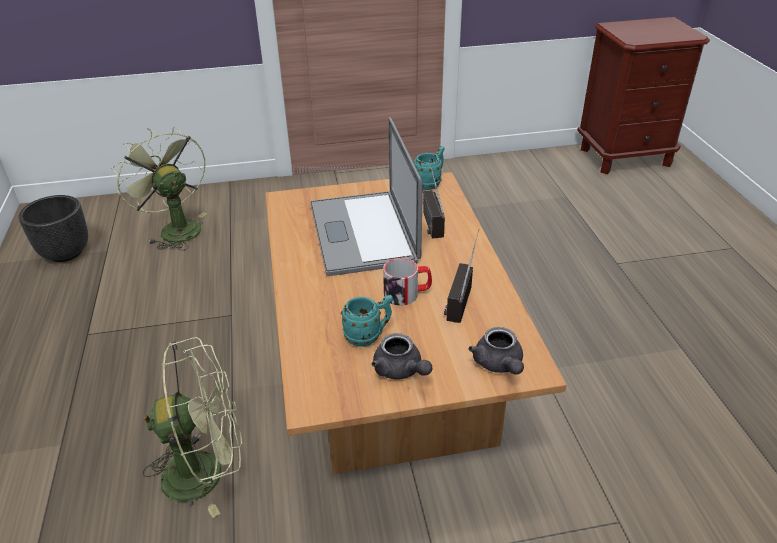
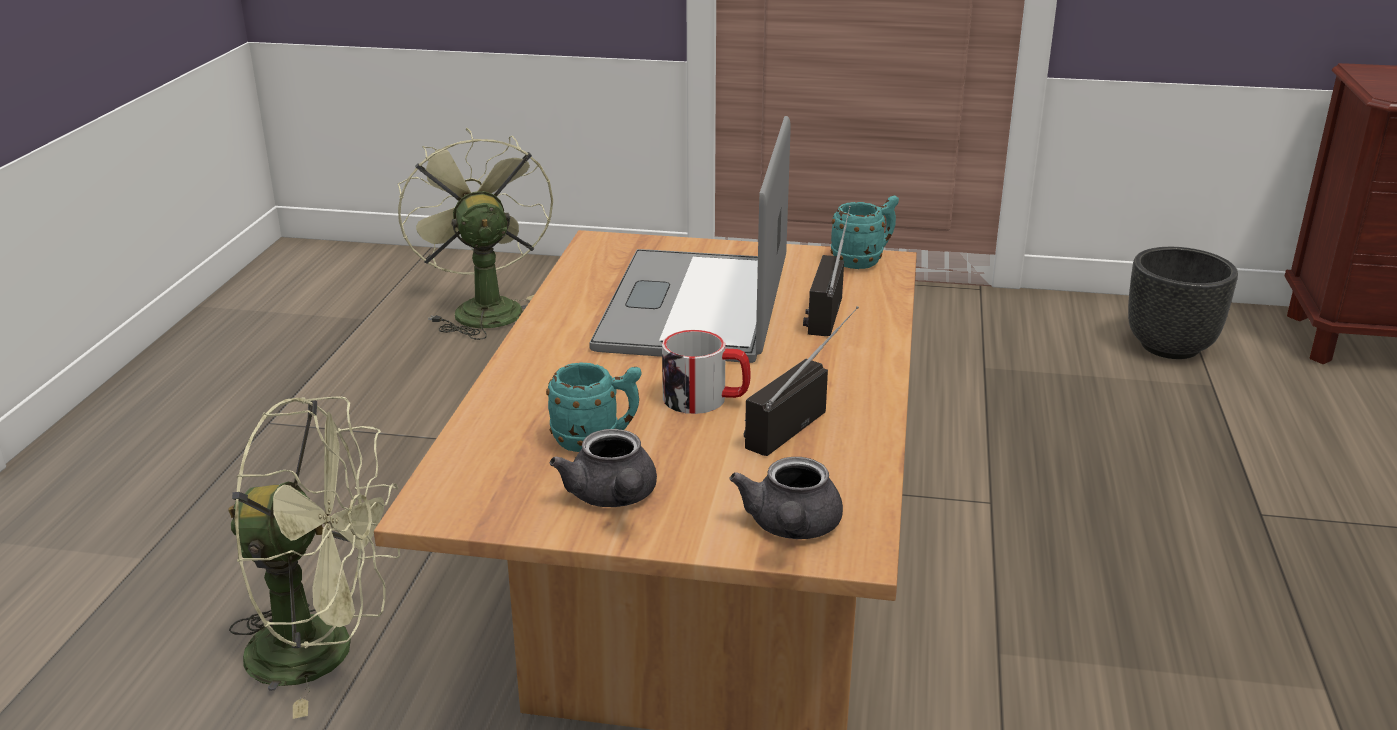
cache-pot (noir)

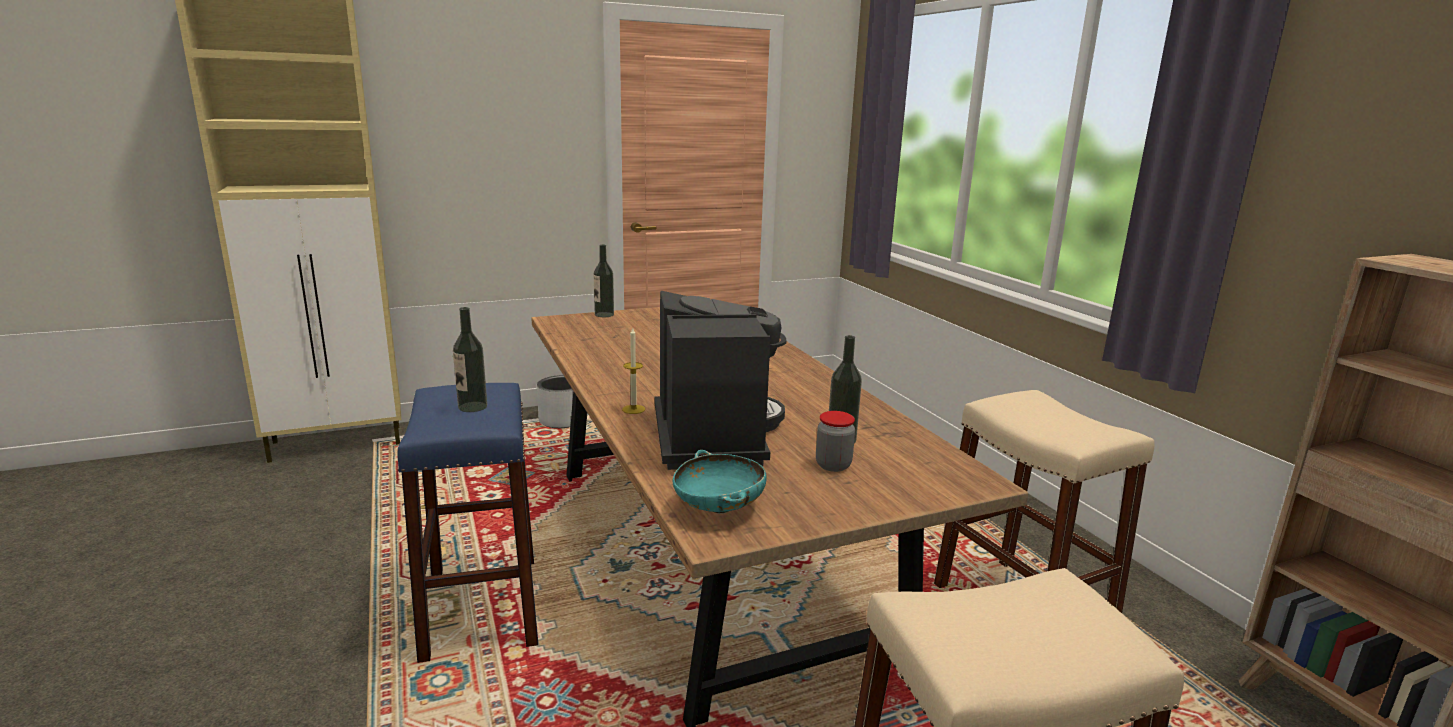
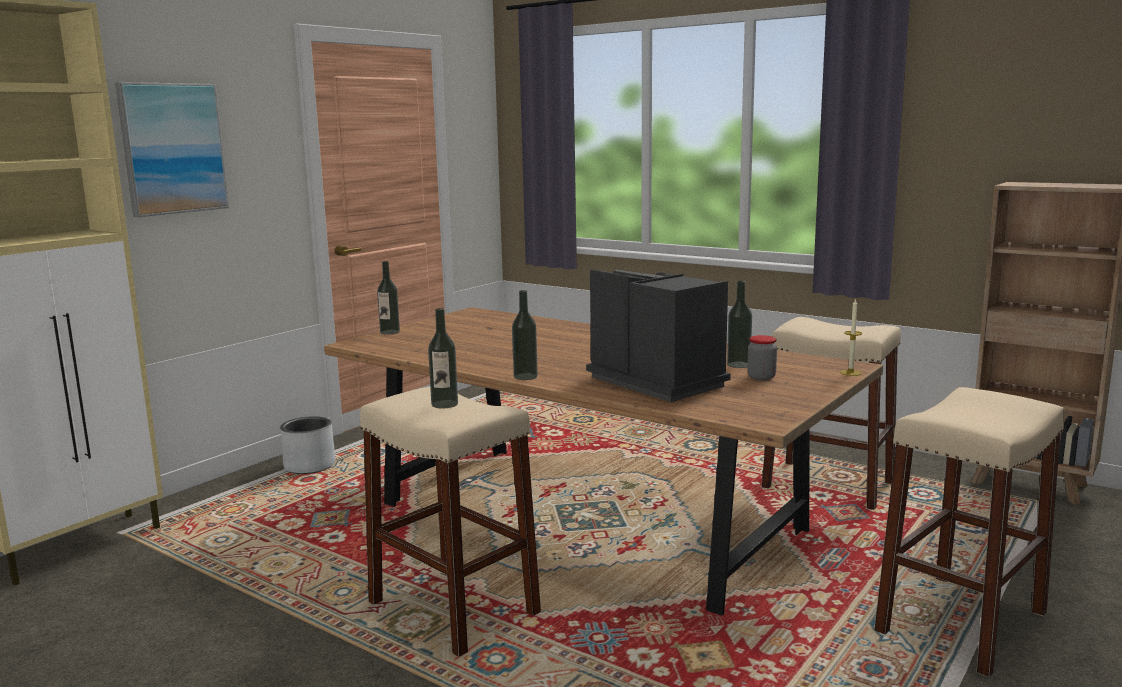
bougie
tabouret (beige) (1st from left)
bol (turquoise)
tableau
bouteille (3rd from left)

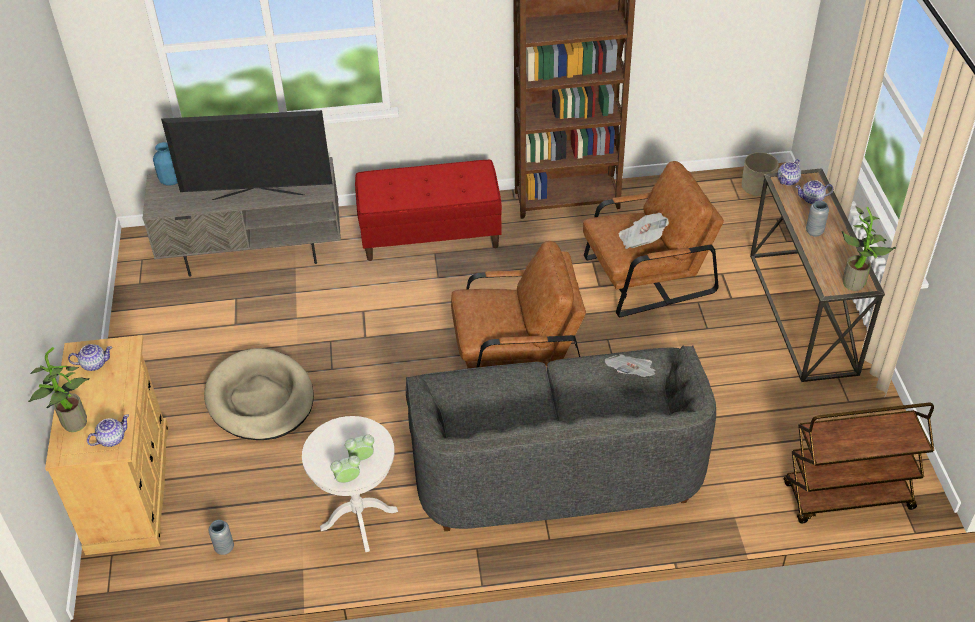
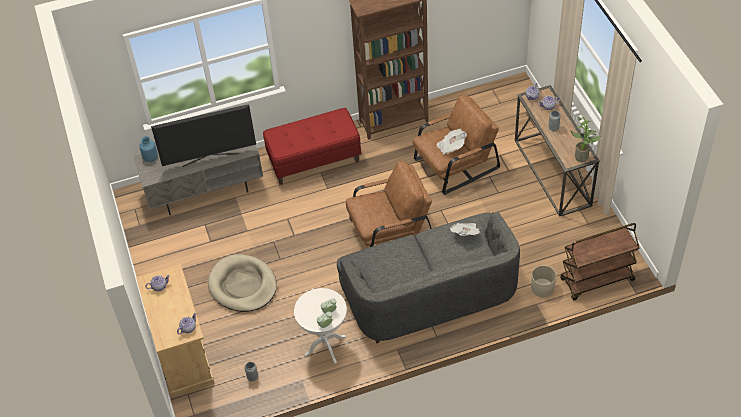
cache-pot (beige)
plante en pot (1st from left in the first image)

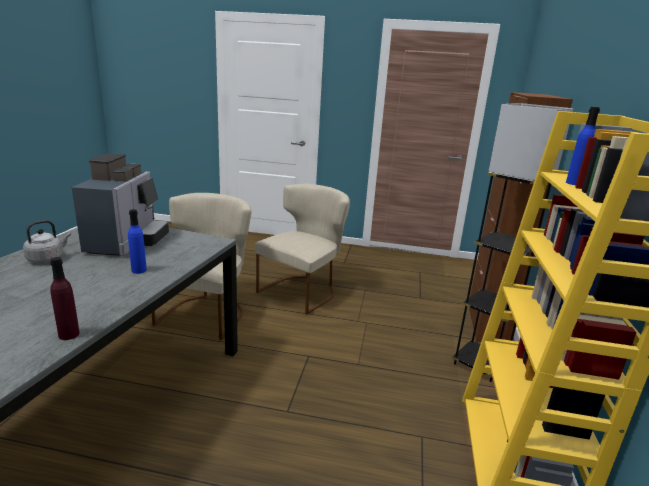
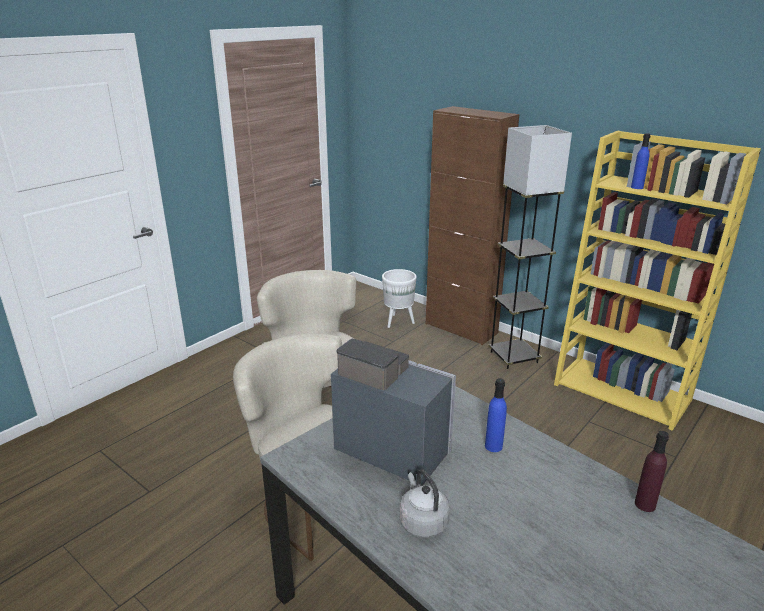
cache-pot (blanc)

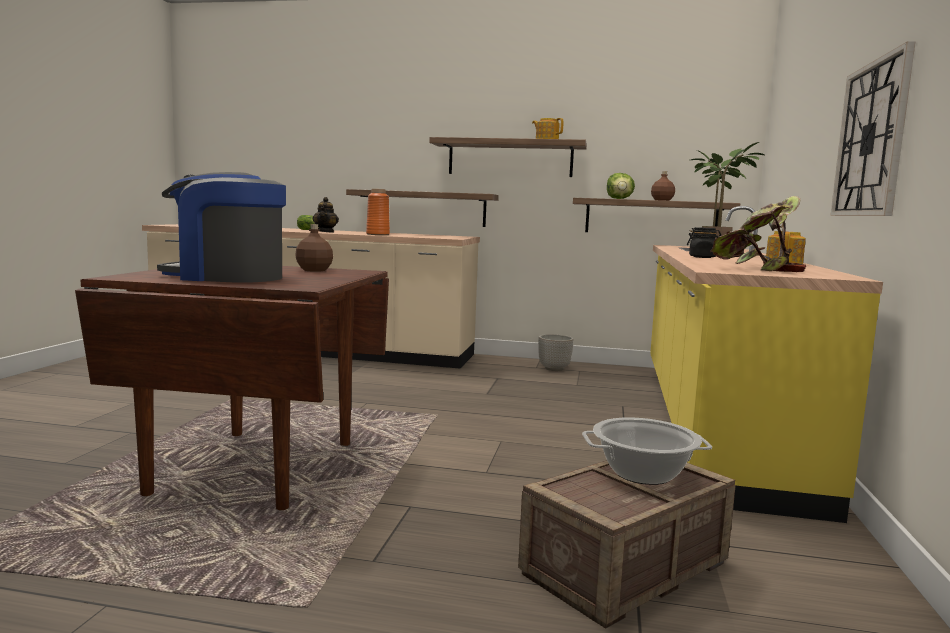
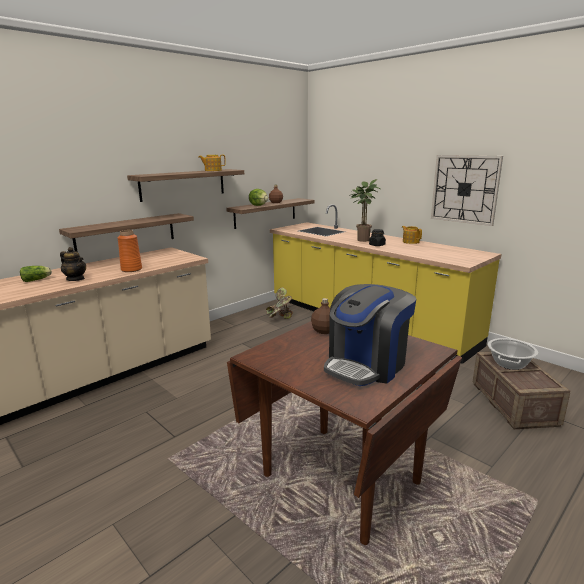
plante en pot (1st from left)
cache-pot

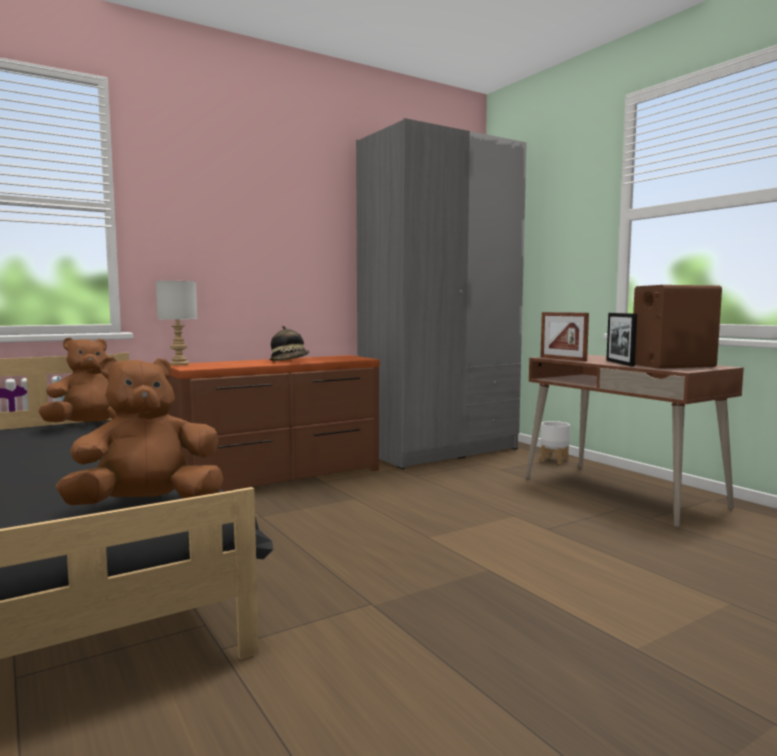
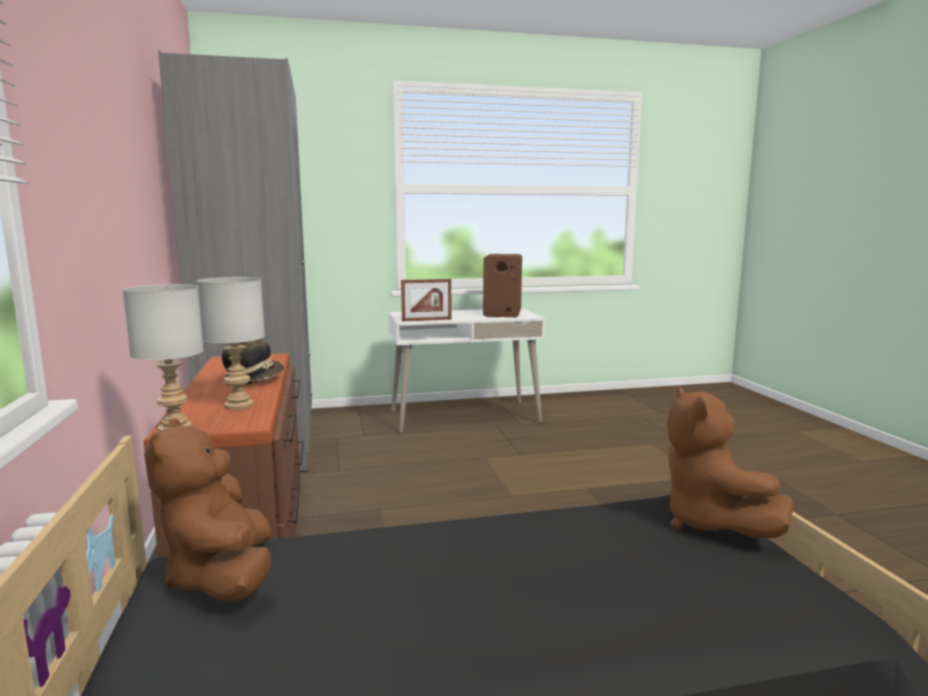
cadre photo (2nd from left in the first image)
bureau (blanc)
cache-pot (blanc)
lampe de table (gris) (2nd from left)

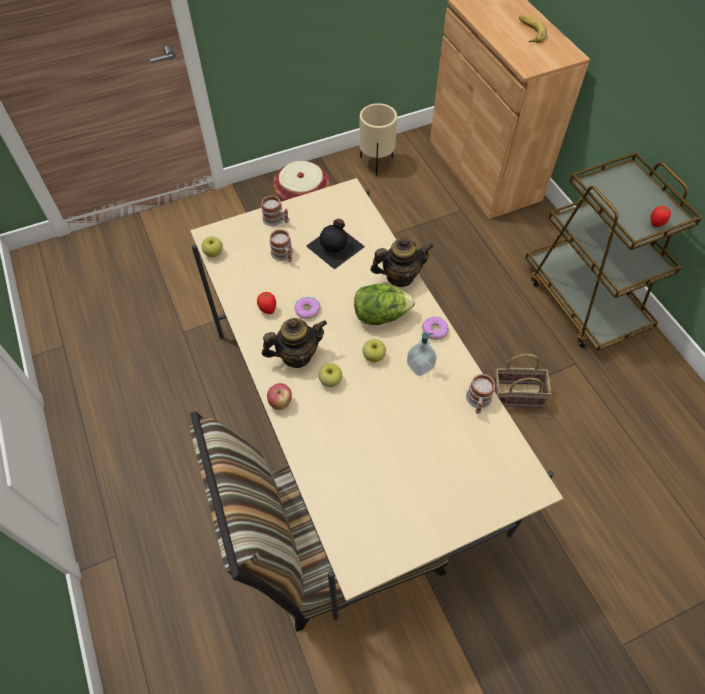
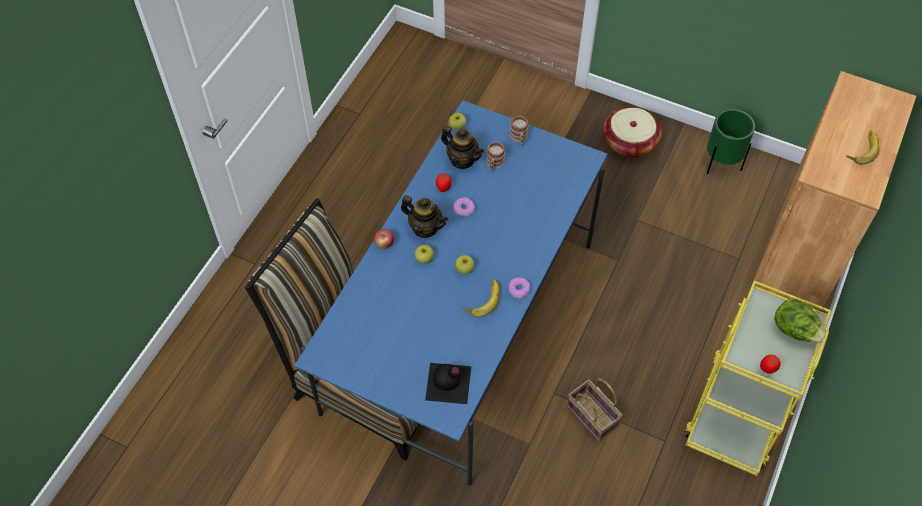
cache-pot (vert)
chariot (jaune)
table à manger (bleu)
bouteille (noir)
théière (2nd from left)
laitue
banane (1st from left)
mug (3rd from left in the first image)

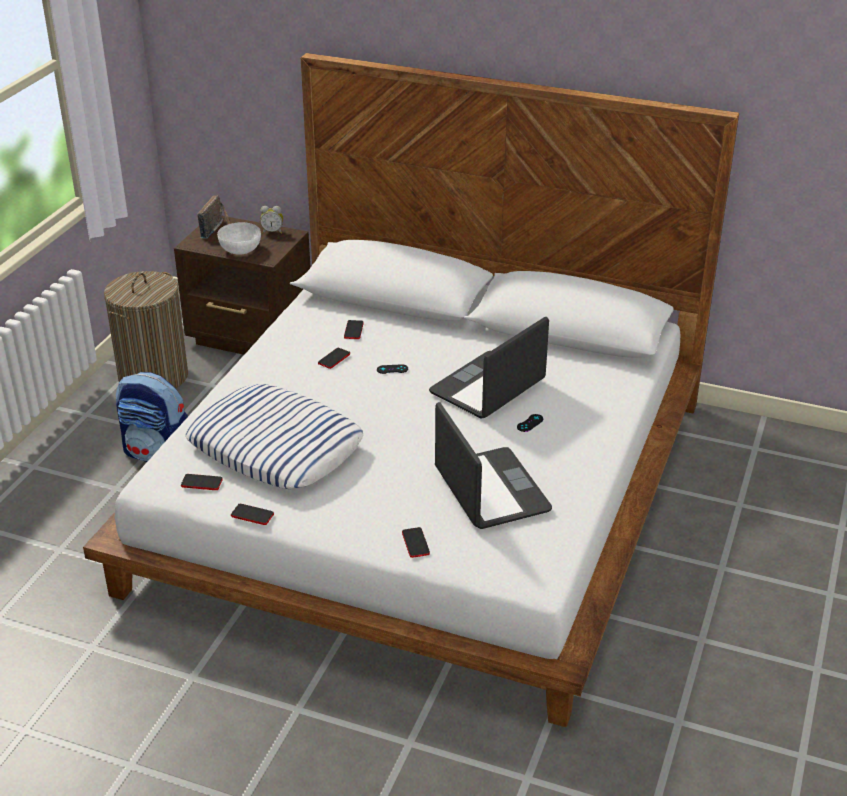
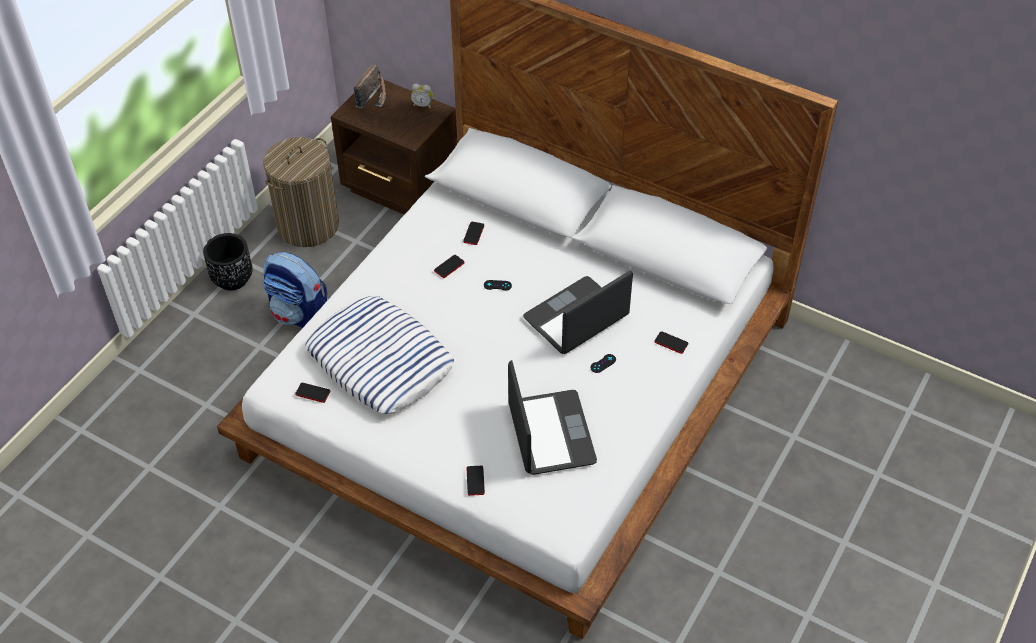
bol (blanc)
téléphone (5th from left)
cache-pot (noir)

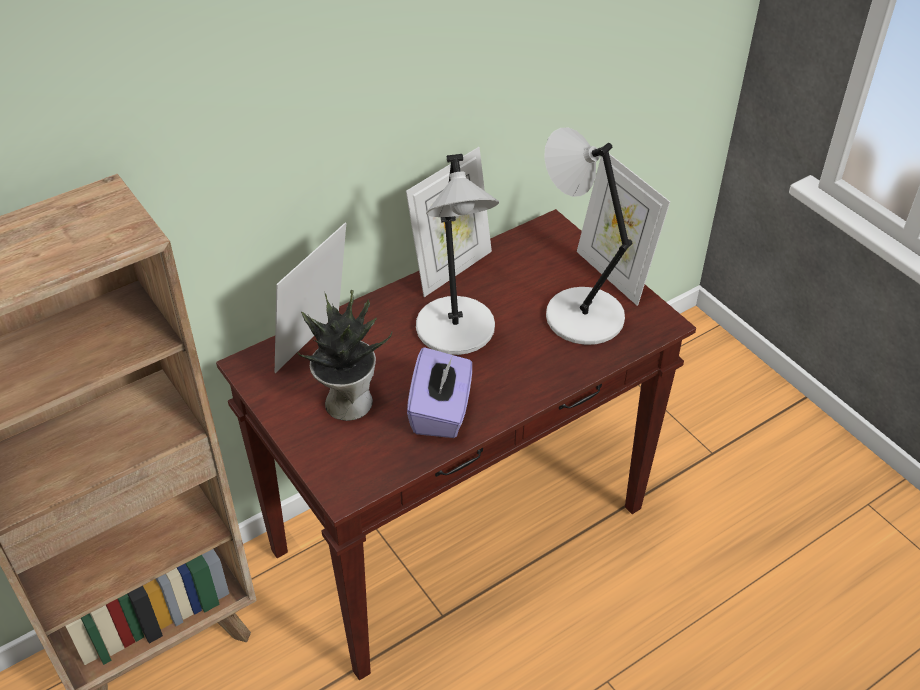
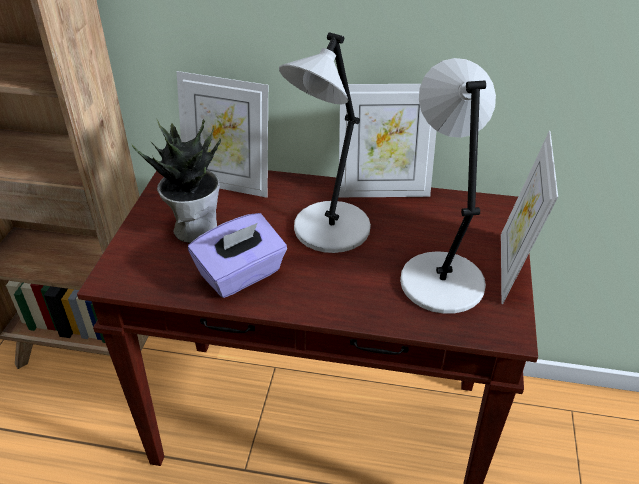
cadre photo (1st from left)

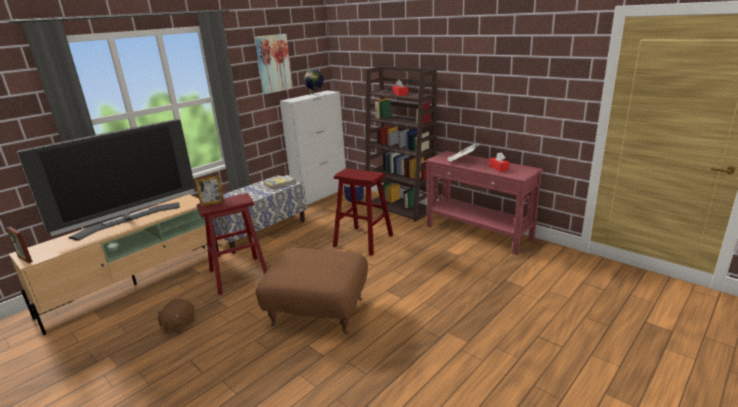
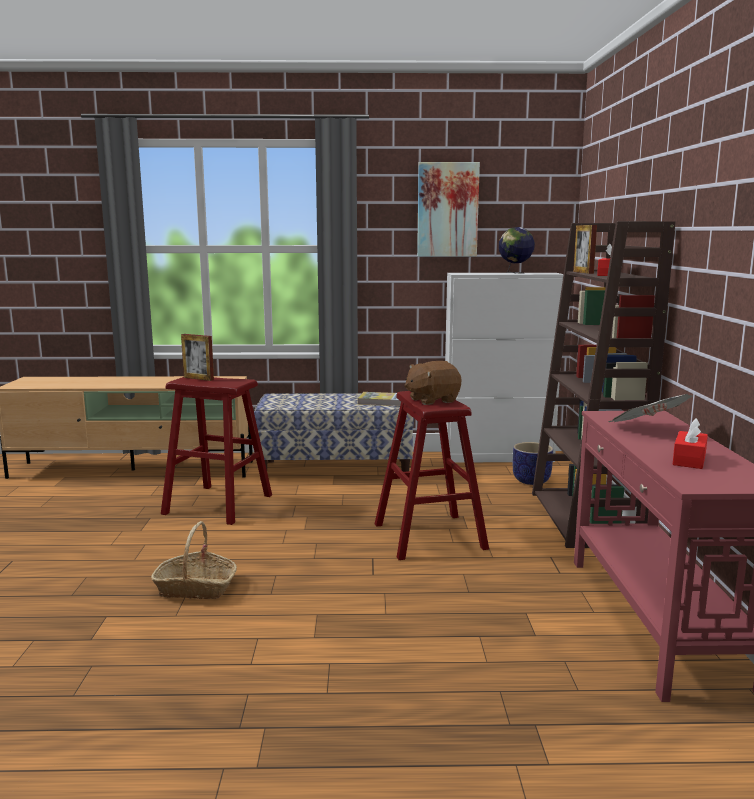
téléviseur
cadre photo (2nd from left)
panier
peluche (marron)

